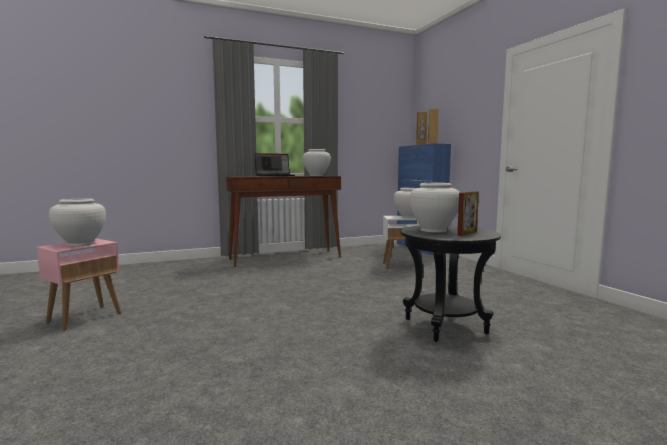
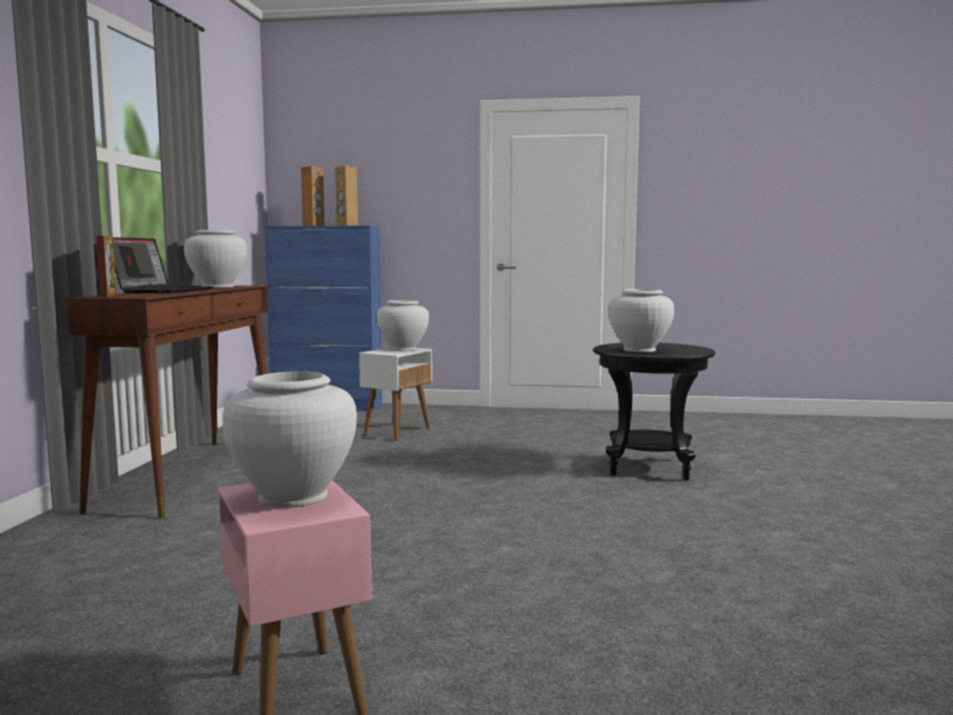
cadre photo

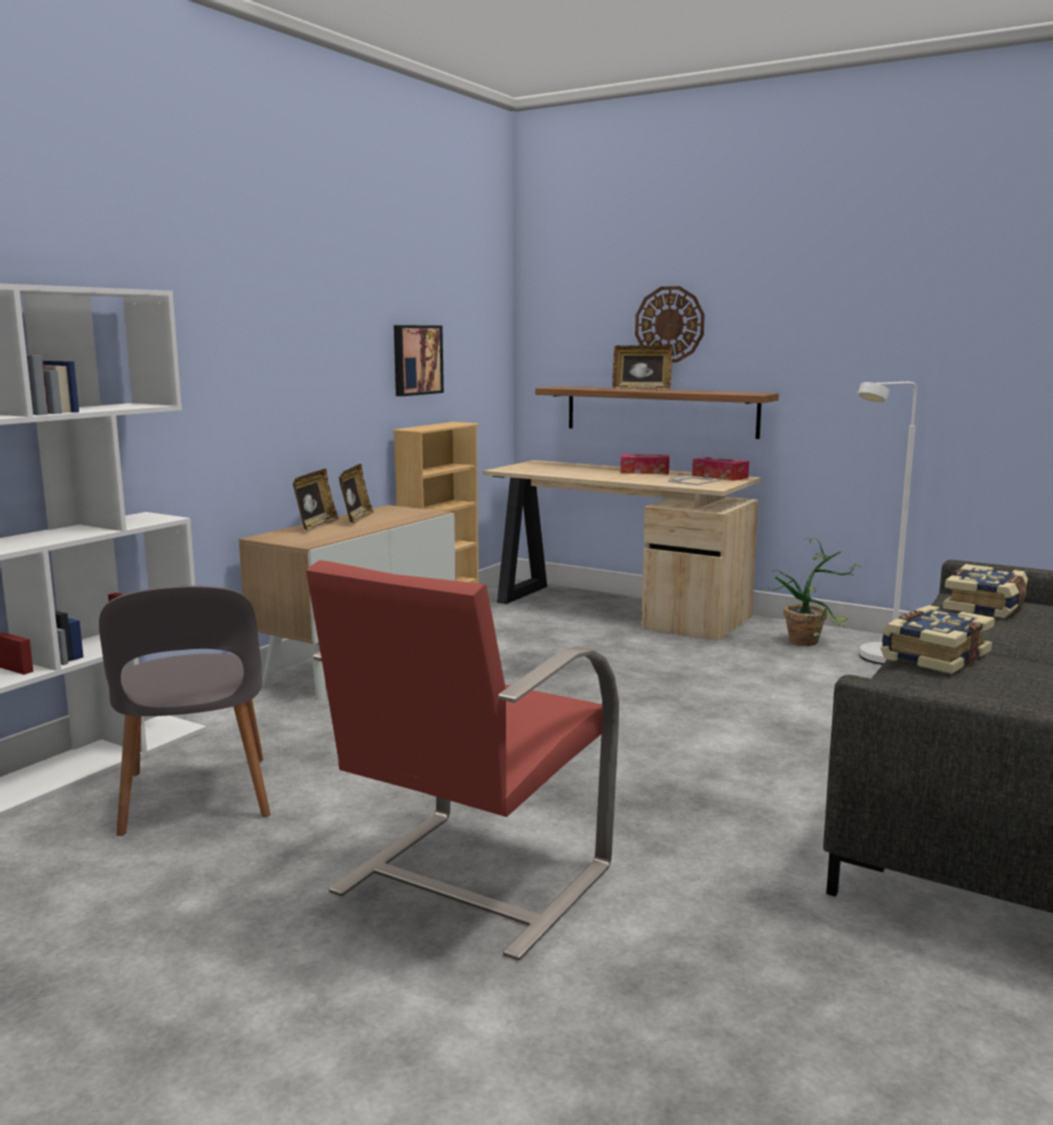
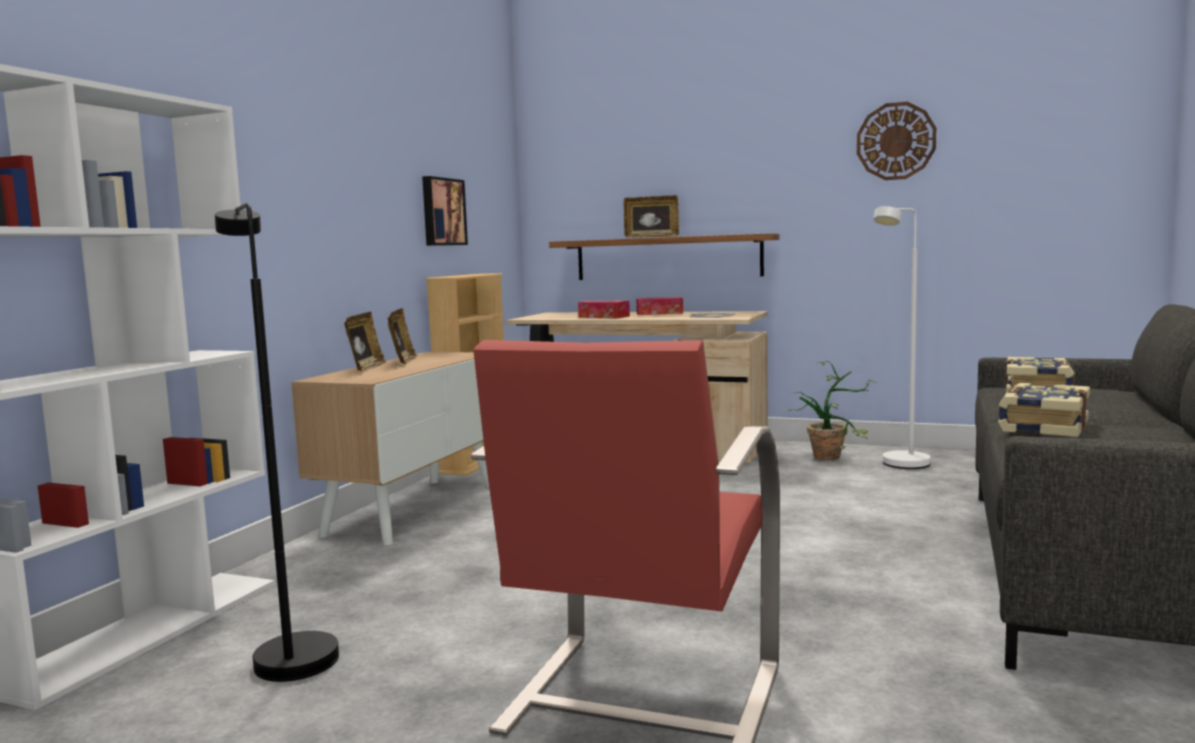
horloge murale
boîte à mouchoirs (1st from left)
lampadaire (noir)

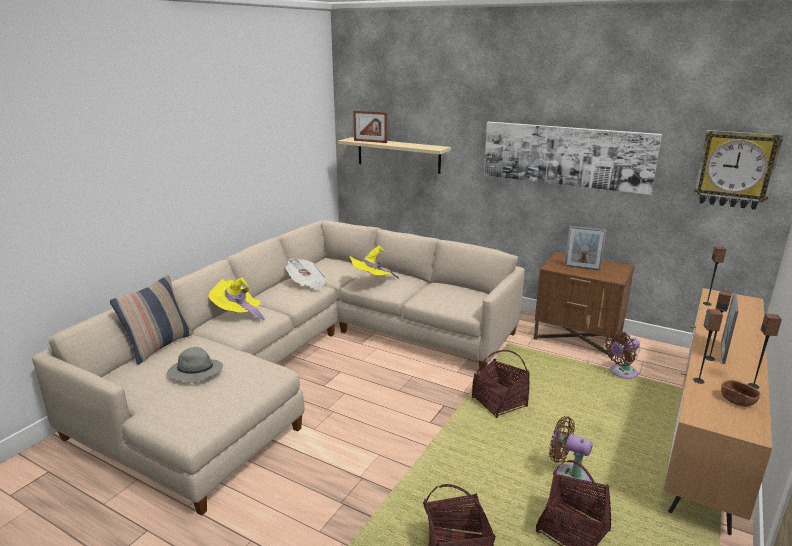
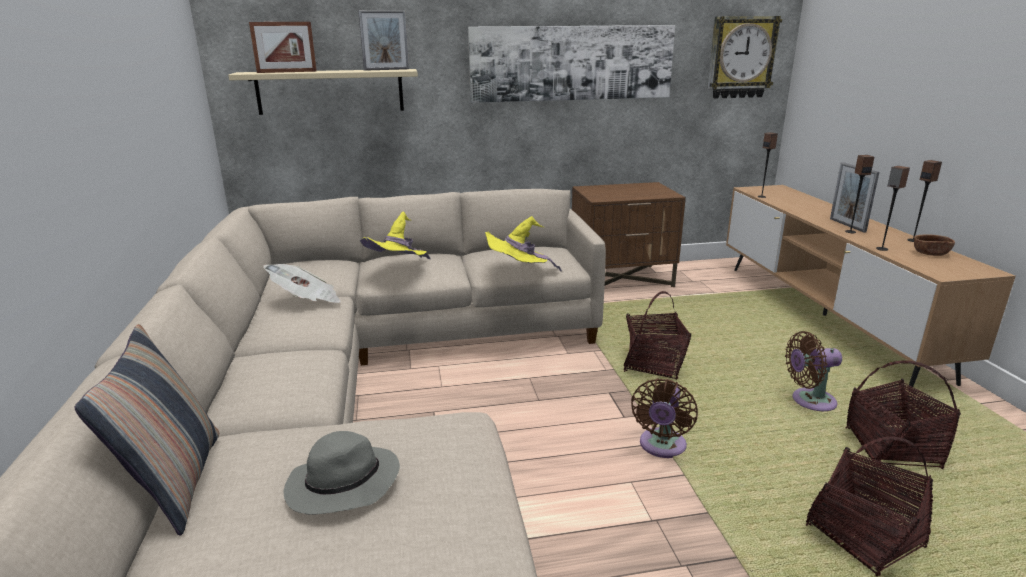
cadre photo (2nd from left)
chapeau (jaune) (2nd from left)
ventilateur (marron) (1st from left)

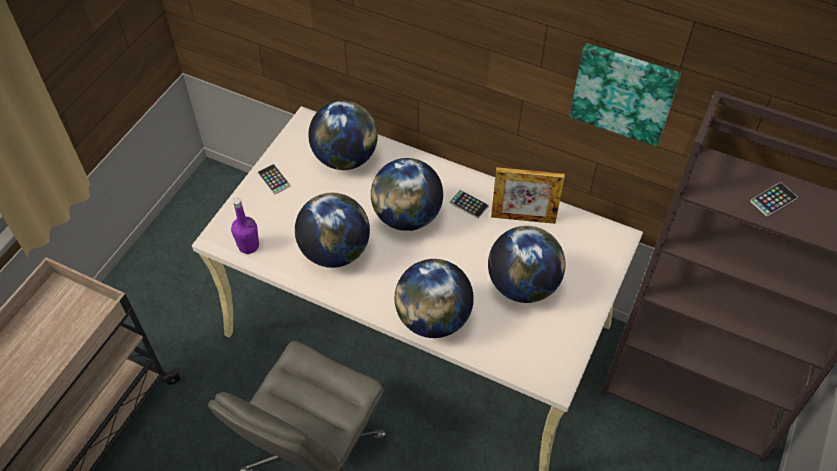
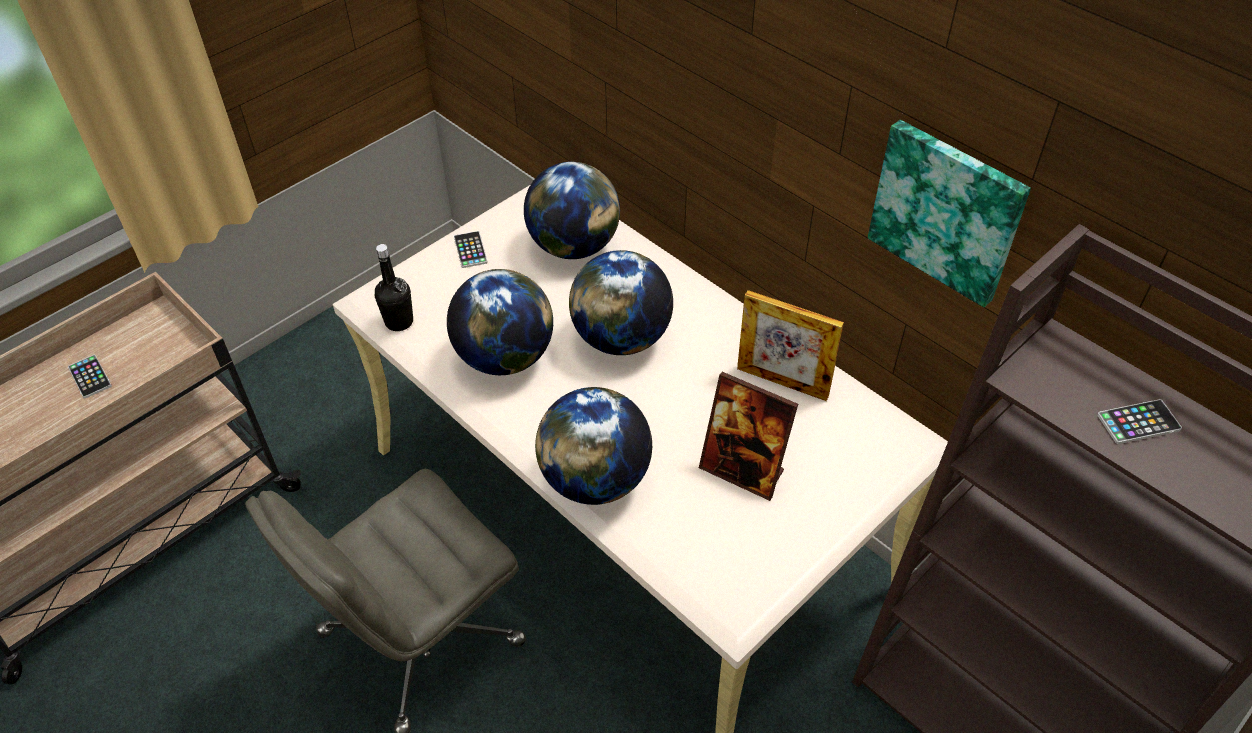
téléphone (1st from left)
bouteille (noir)
cadre photo (1st from left)

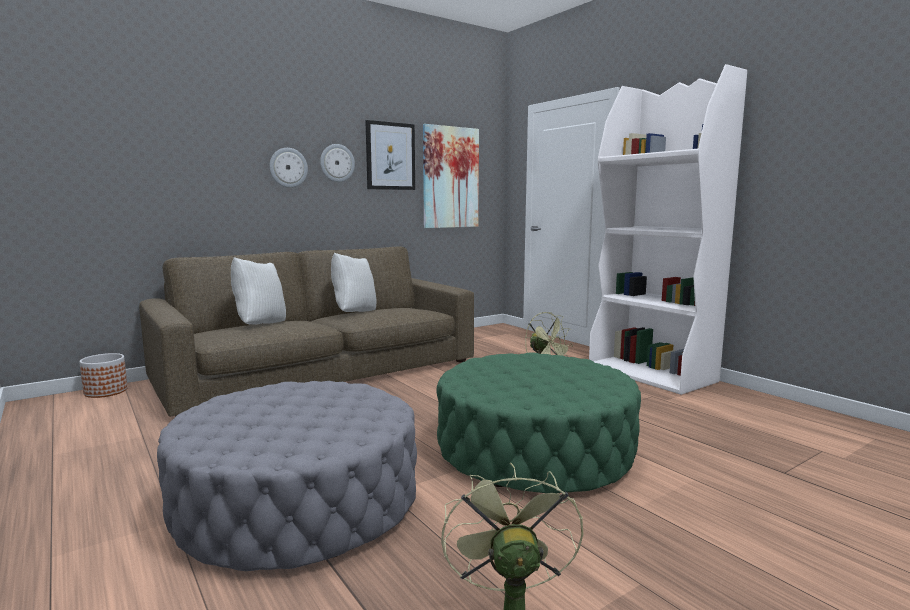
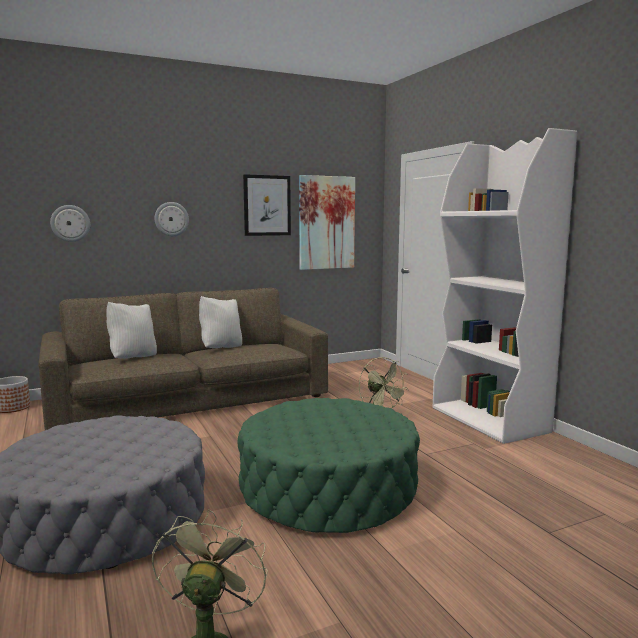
horloge murale (1st from left)

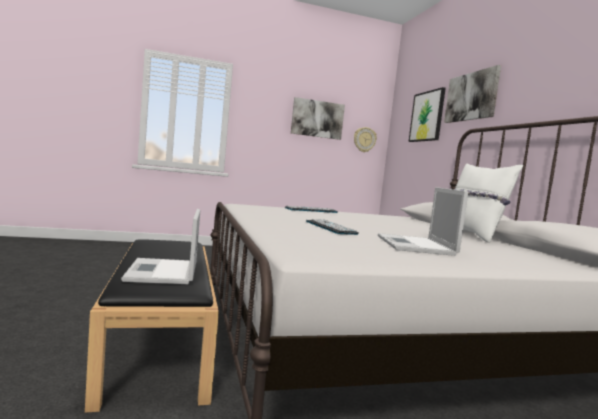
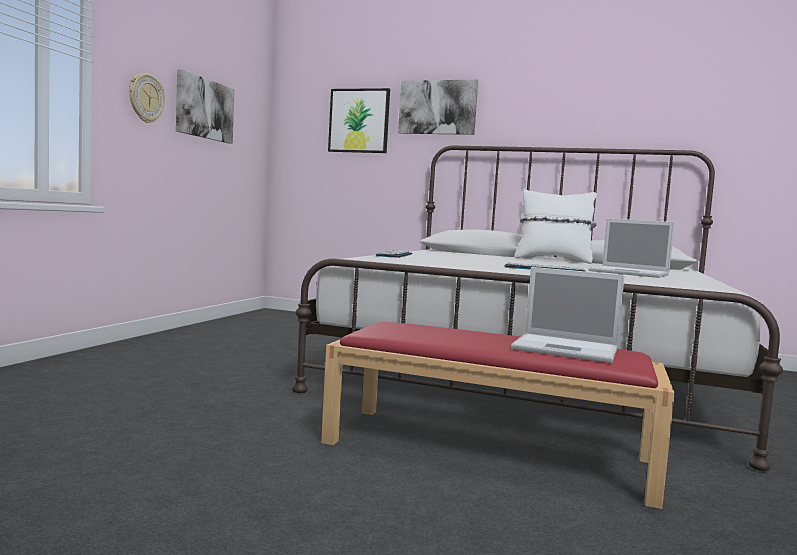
horloge murale
banc (rouge)

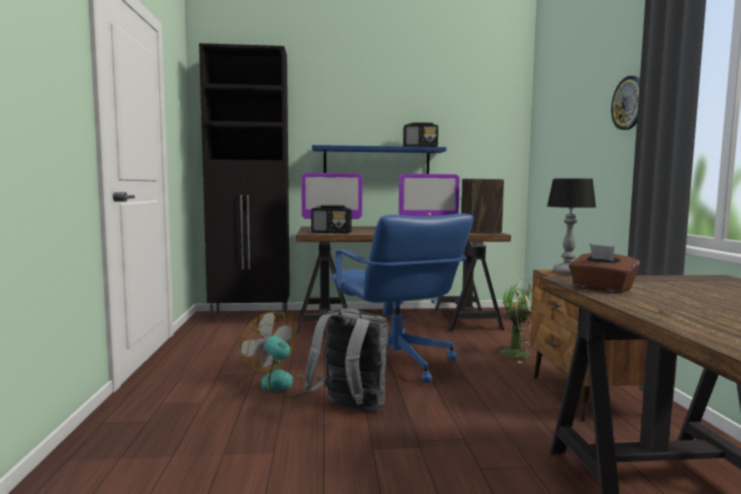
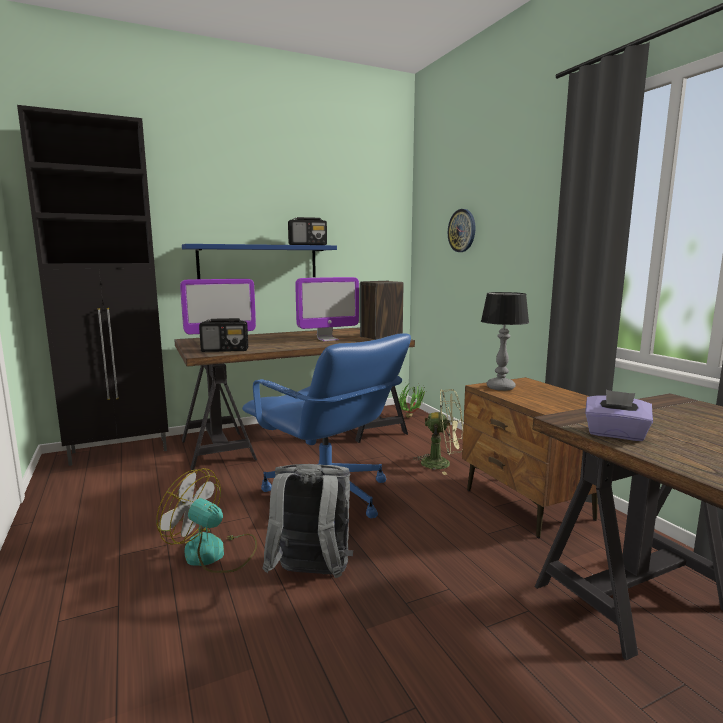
horloge murale
boîte à mouchoirs (violet)

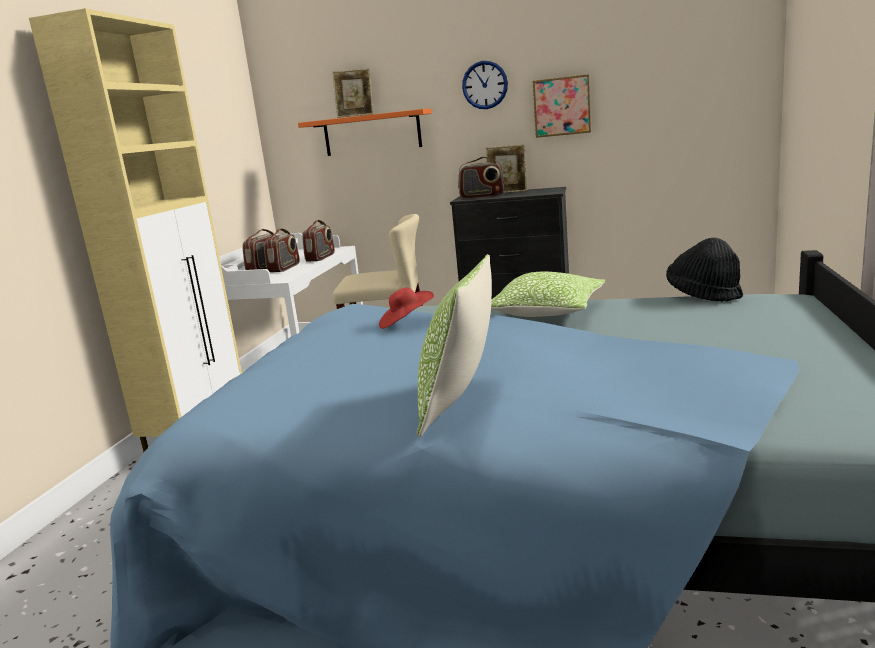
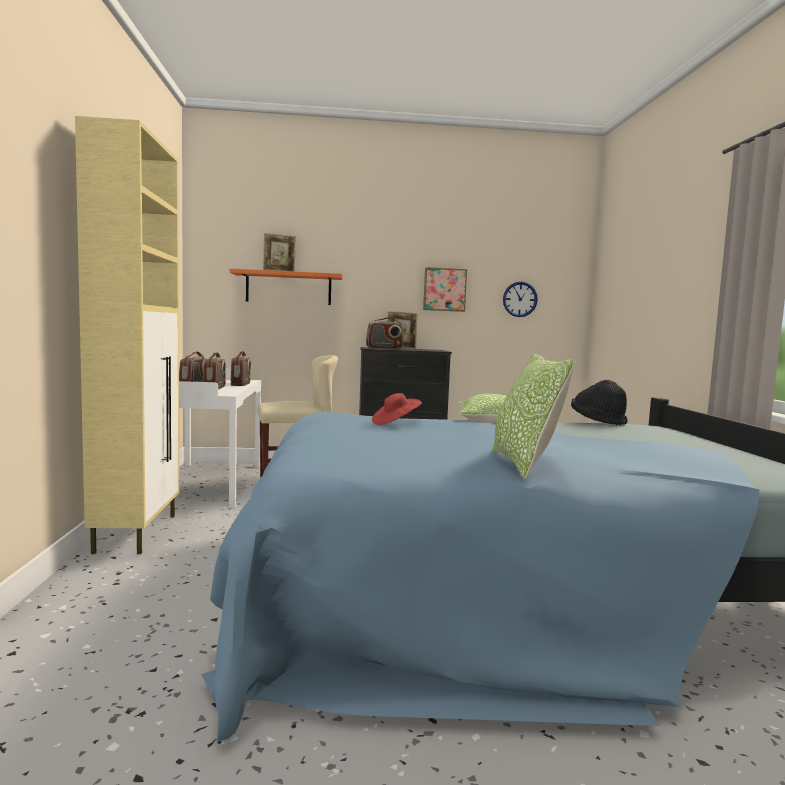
horloge murale

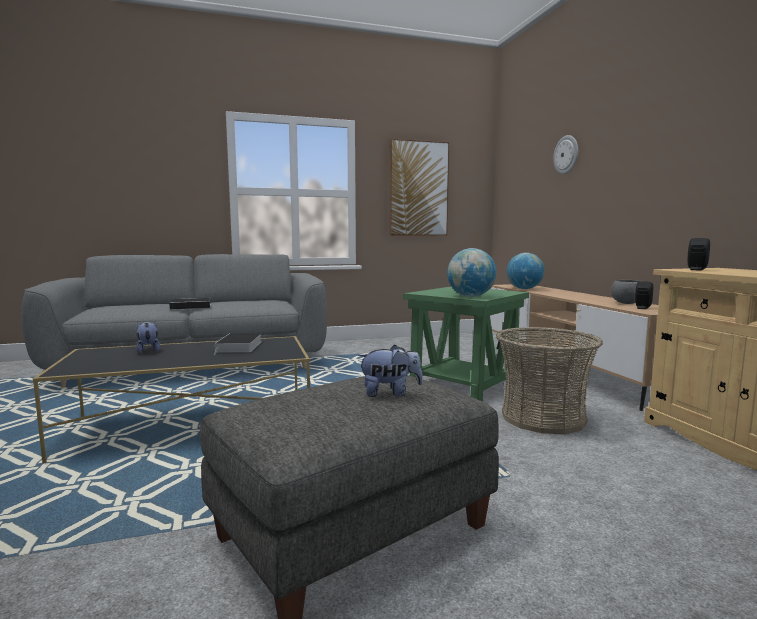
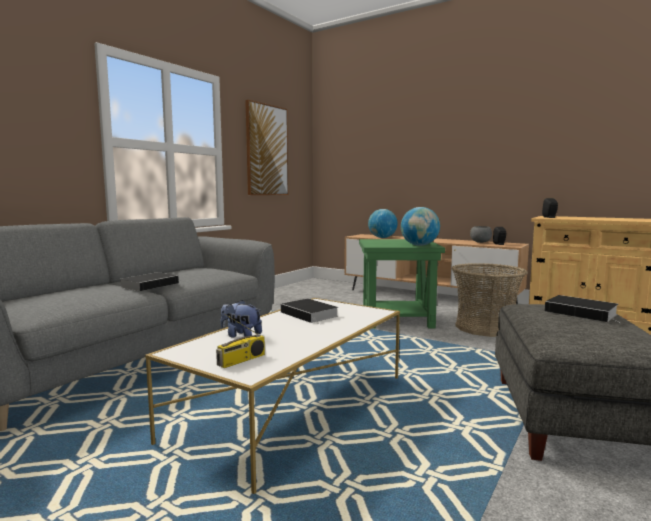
horloge murale
table basse (blanc)
livre (3rd from left)
radio

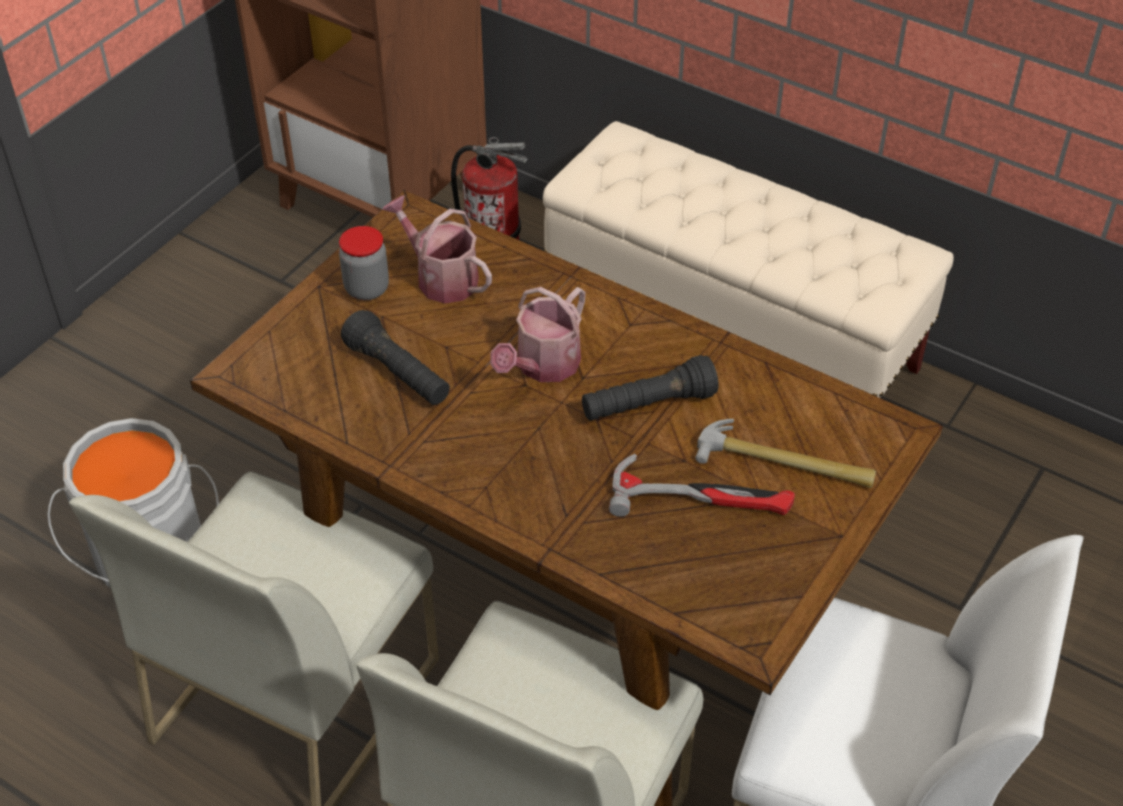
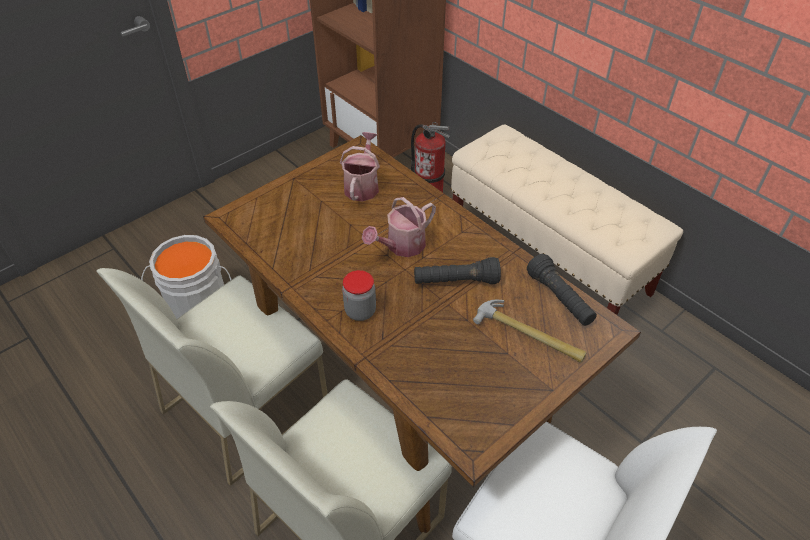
arrosoir (1st from left)
bocal
lampe de poche (noir) (2nd from left)
marteau (1st from left in the first image)

